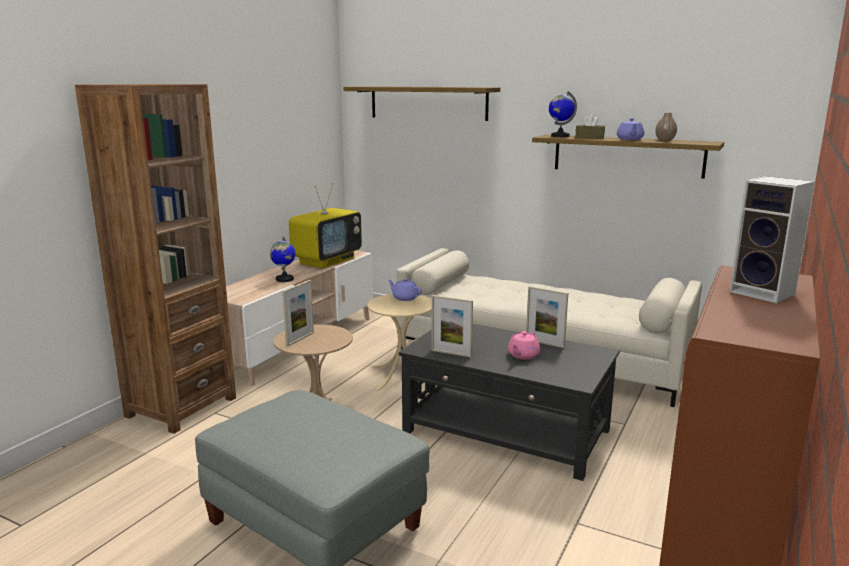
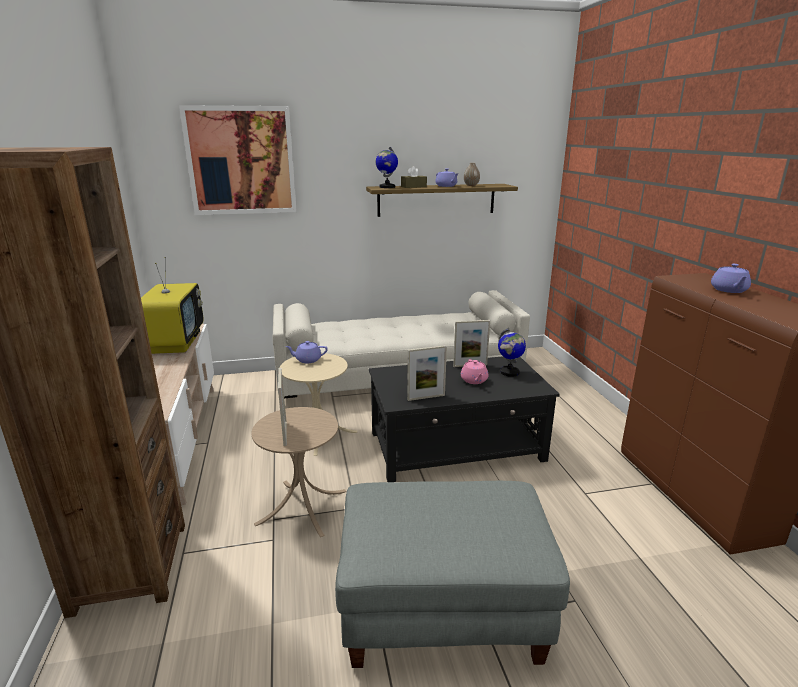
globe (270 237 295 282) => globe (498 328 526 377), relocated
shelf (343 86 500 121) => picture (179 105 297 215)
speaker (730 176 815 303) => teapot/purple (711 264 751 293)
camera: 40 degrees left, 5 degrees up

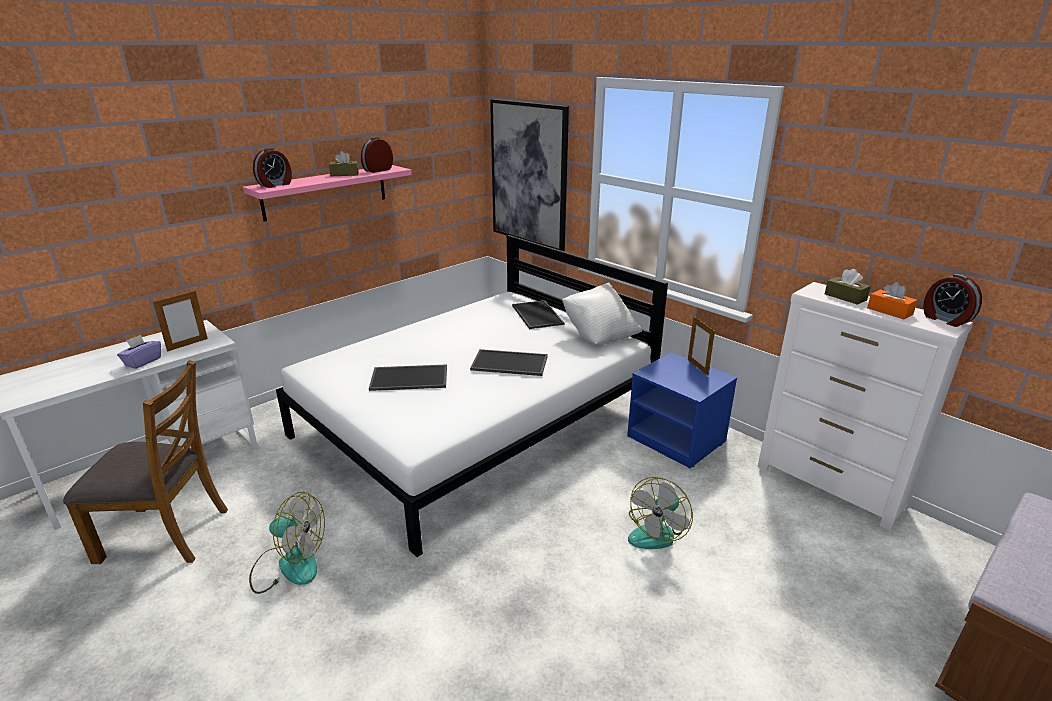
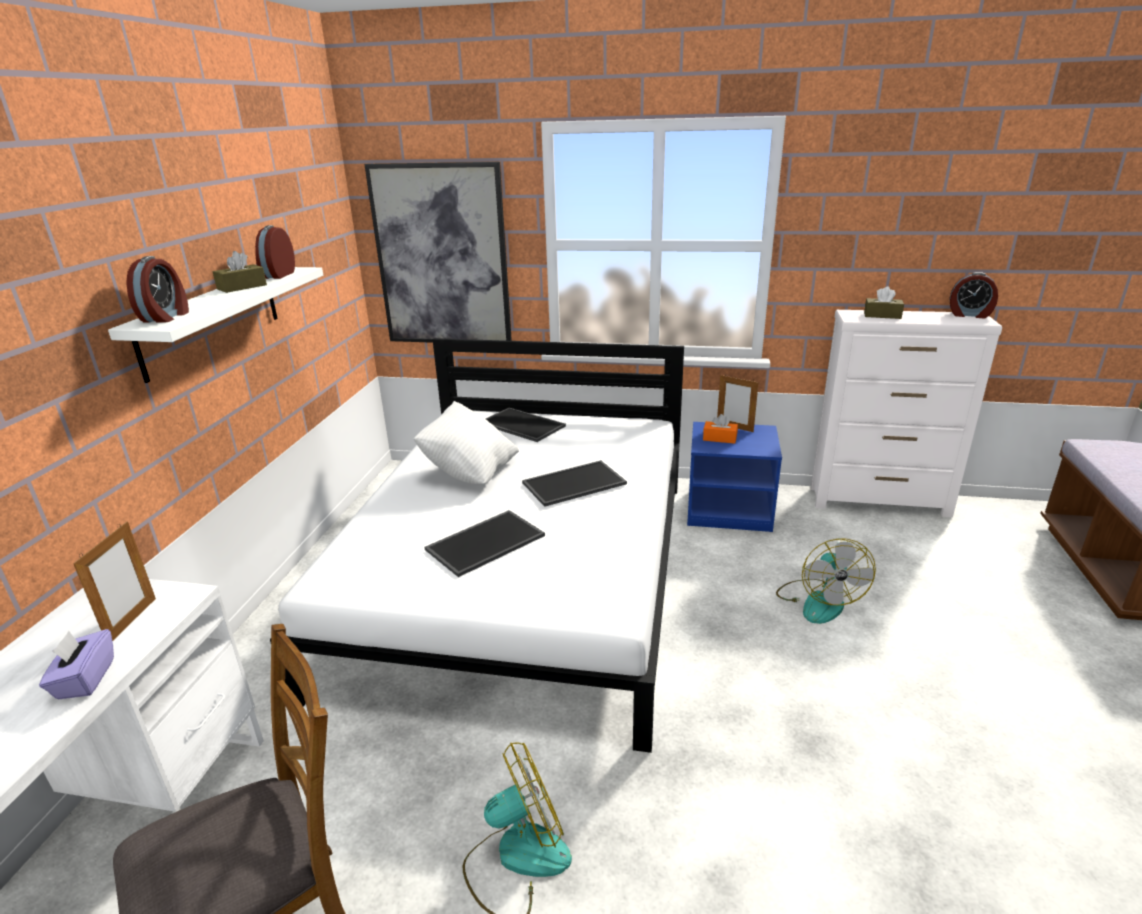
shelf/pink (243 165 412 222) => shelf/white (108 267 323 383)
pillow/white (562 283 642 345) => pillow/white (414 401 519 484), relocated
tissue box/orange (867 282 918 319) => tissue box/orange (703 414 738 444), relocated
camera: 35 degrees left, 0 degrees up

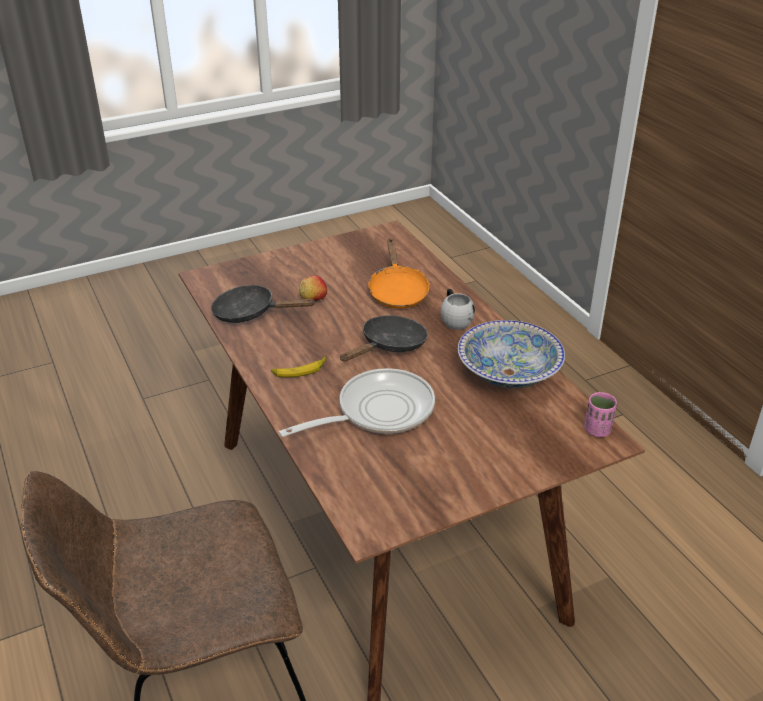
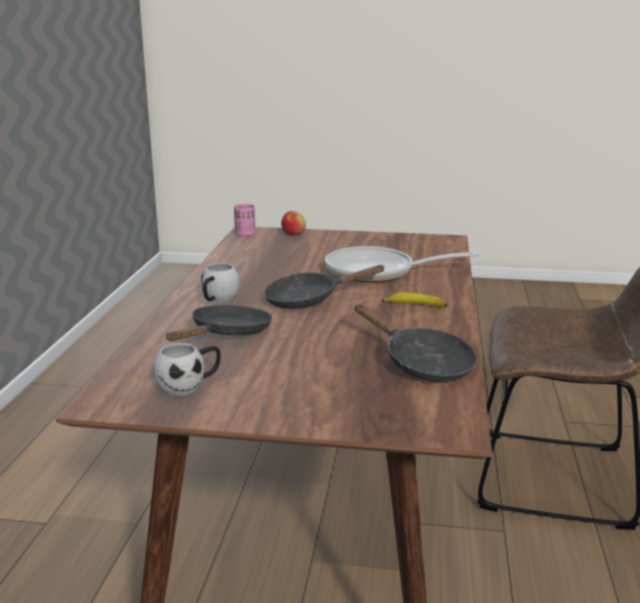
apple (299 276 327 301) => apple (281 211 306 236), relocated
frying pan/orange (368 238 430 309) => frying pan/black (166 305 272 341)
bowl (458 320 565 388) => nothing
nothing => mug/white (153 343 221 396)
camera: 145 degrees left, 15 degrees down

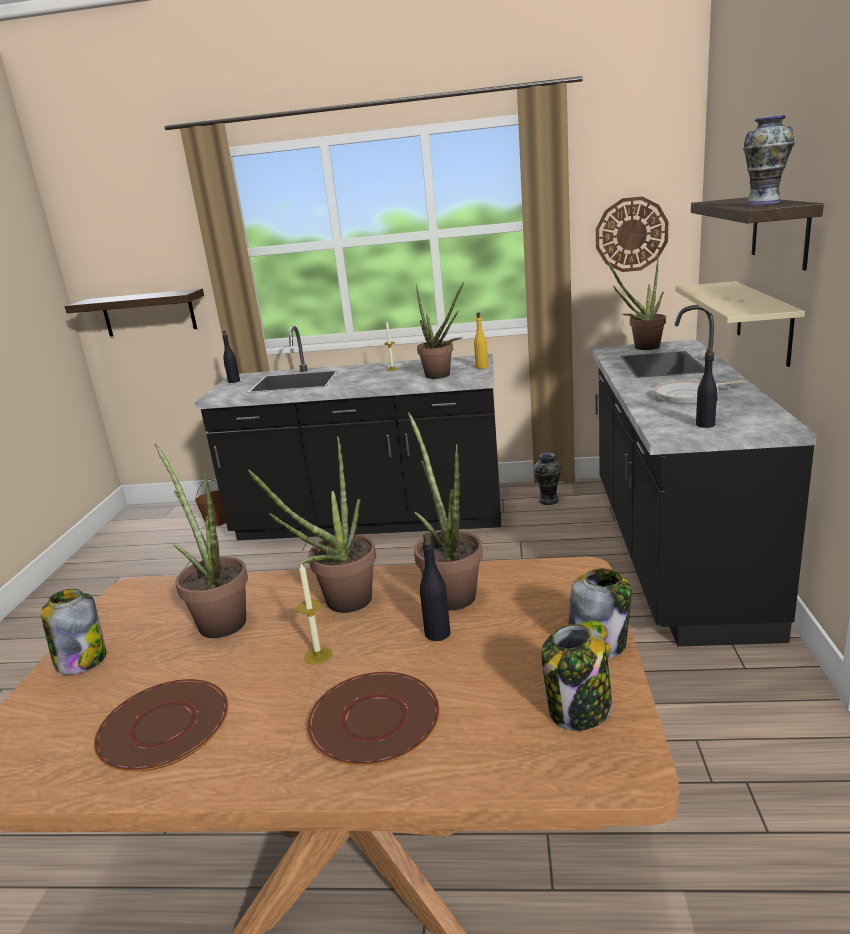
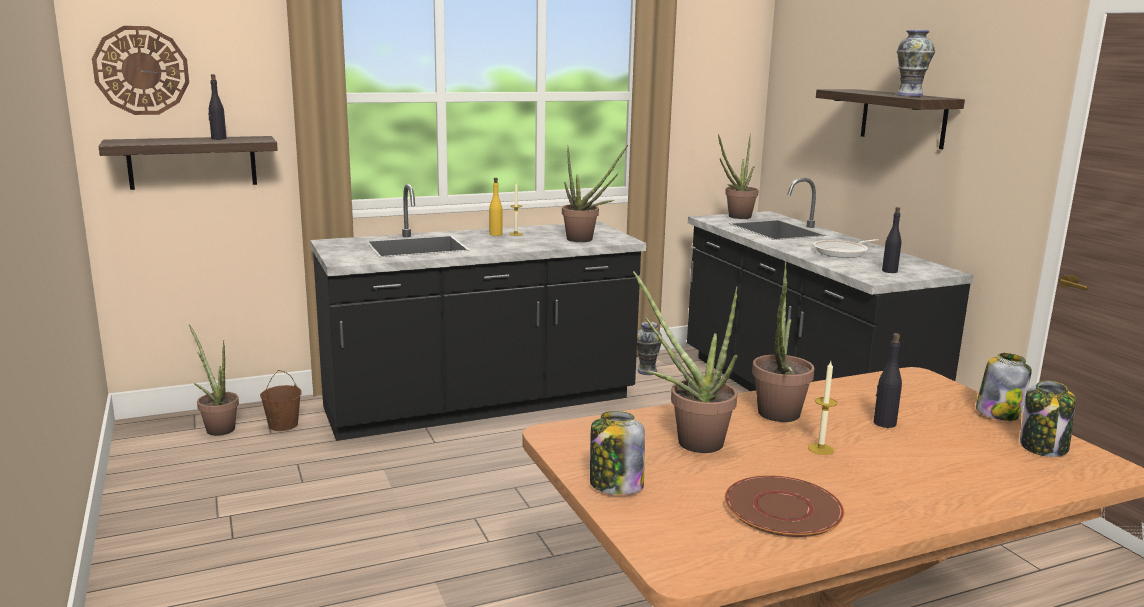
bottle/black (222 330 240 383) => bottle/black (208 74 227 140), relocated
plate/brown (307 672 440 766) => nothing
potted plant (408 412 483 610) => potted plant (189 325 239 436), relocated
bottle/yellow (474 312 488 369) => bottle/yellow (489 178 503 236), relocated
wall clock (596 196 669 272) => wall clock (92 26 189 115), relocated
shelf/beige (675 281 805 367) => nothing
camera: 30 degrees left, 5 degrees down

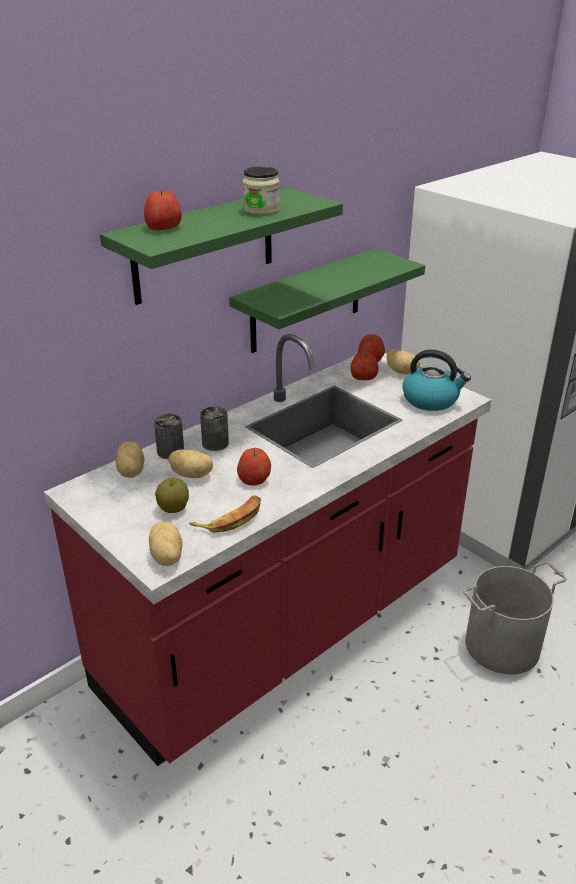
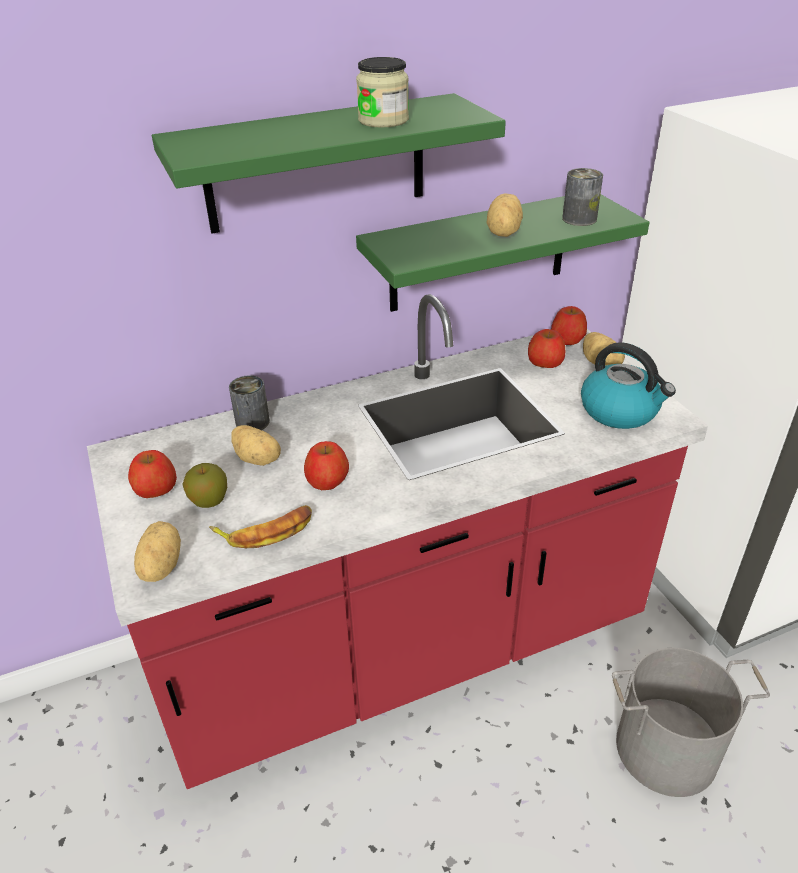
potato (116 441 145 478) => potato (486 193 523 237), relocated
apple (144 190 182 230) => apple (128 450 177 498), relocated
can (200 406 229 451) => can (562 168 603 226), relocated
camera: 20 degrees right, 5 degrees up

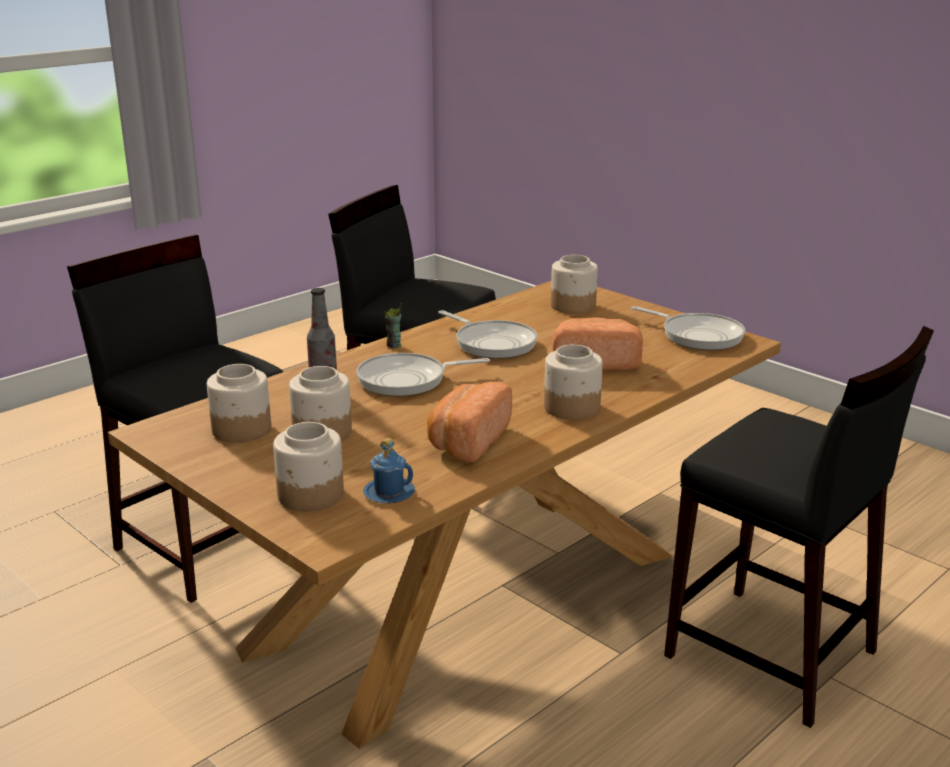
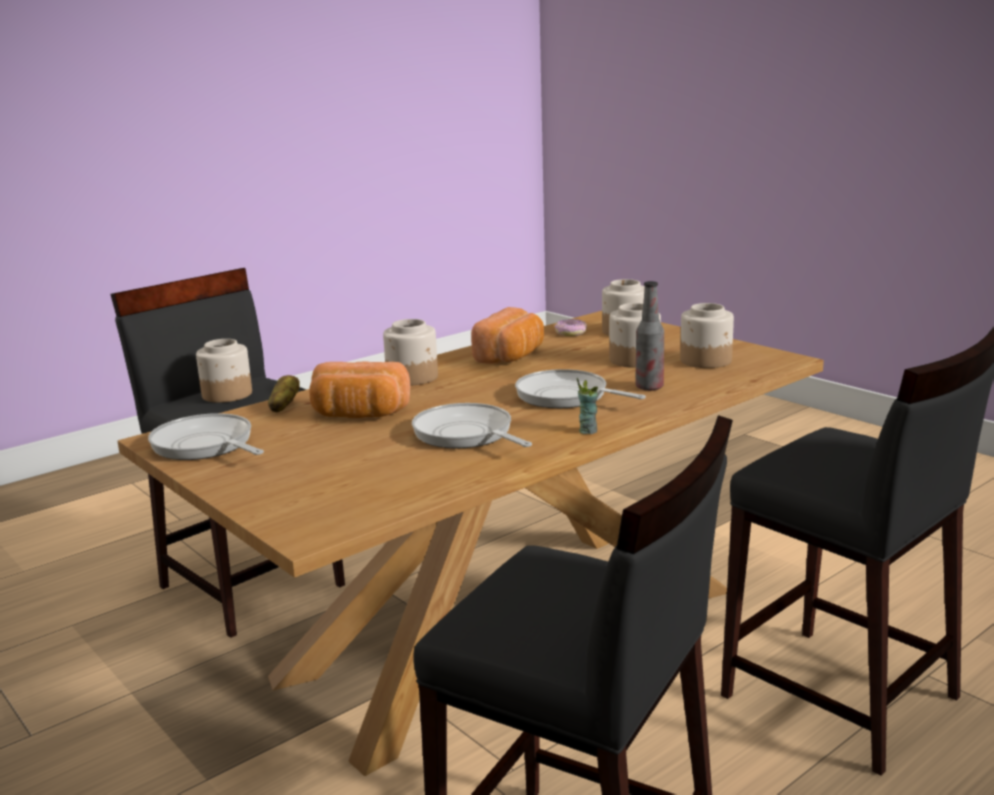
frying pan (356 353 490 396) => frying pan (515 369 646 408), 135 degrees counterclockwise
mug/blue (363 438 415 504) => donut (554 319 587 336)
jar (551 255 598 314) => jar (196 339 252 403), relocated
nothing => potato (268 375 300 413)
camera: 175 degrees left, 5 degrees down

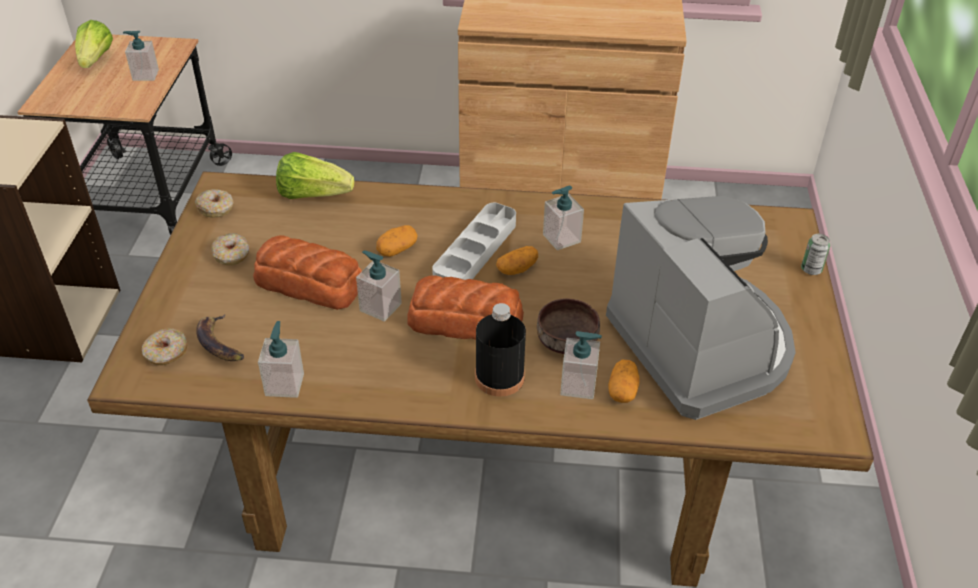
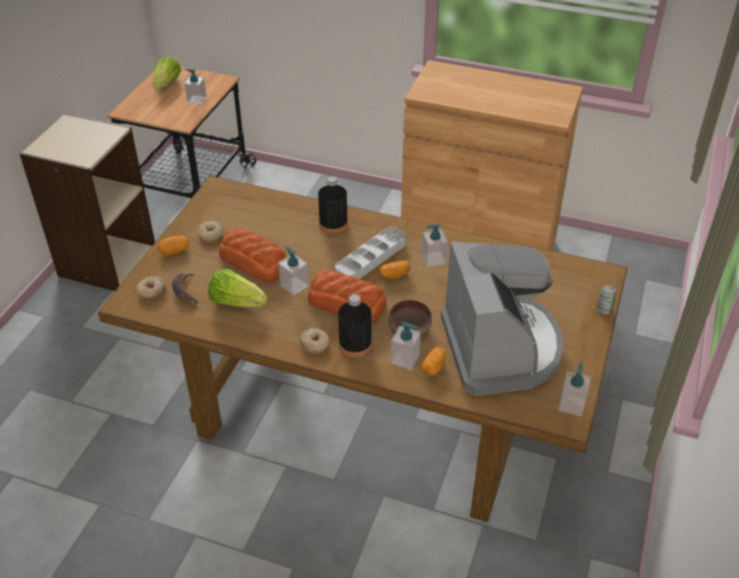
donut (195 189 234 218) => donut (299 328 329 353), relocated
soap dispenser (258 321 304 398) => soap dispenser (558 361 591 417), relocated
lettuce (276 152 355 199) => lettuce (208 269 267 307), relocated
potato (376 225 418 257) => potato (158 236 189 255), relocated
nothing => bottle/black (318 176 348 234)
camera: 15 degrees right, 0 degrees up

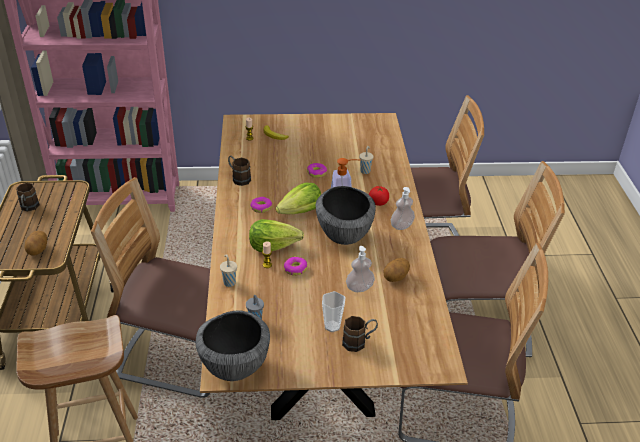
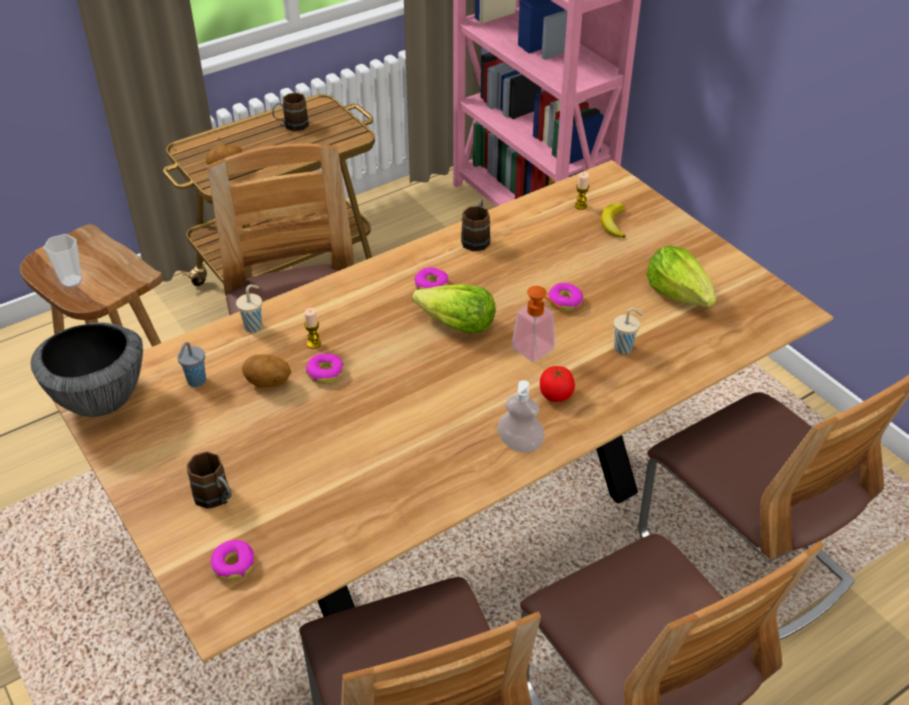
lettuce (249 219 304 252) => lettuce (646 246 716 307), relocated
bowl (316 186 376 245) => nothing
cup (322 291 345 332) => cup (43 234 82 288), relocated
soap dispenser (346 246 375 292) => nothing
potato (384 258 410 282) => potato (242 355 291 387), relocated
nothing => donut (211 540 255 581)
camera: 60 degrees right, 5 degrees up

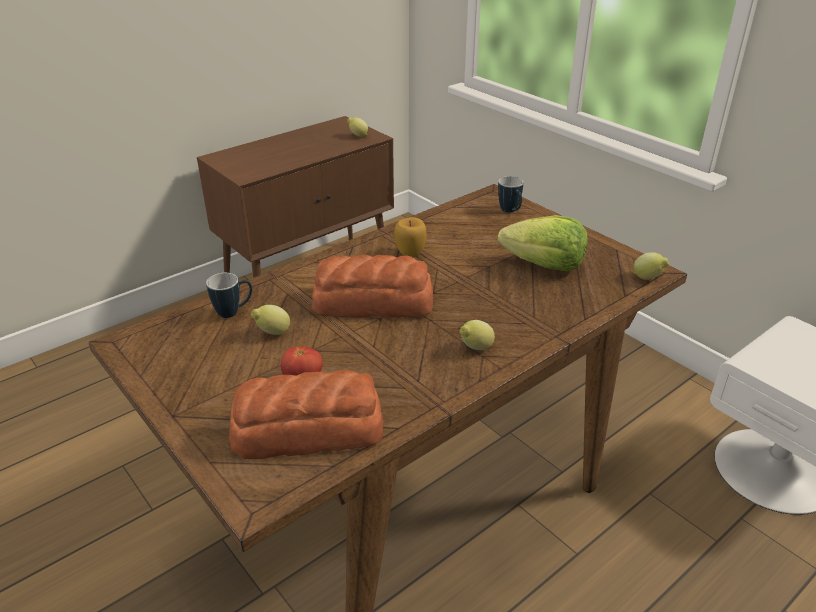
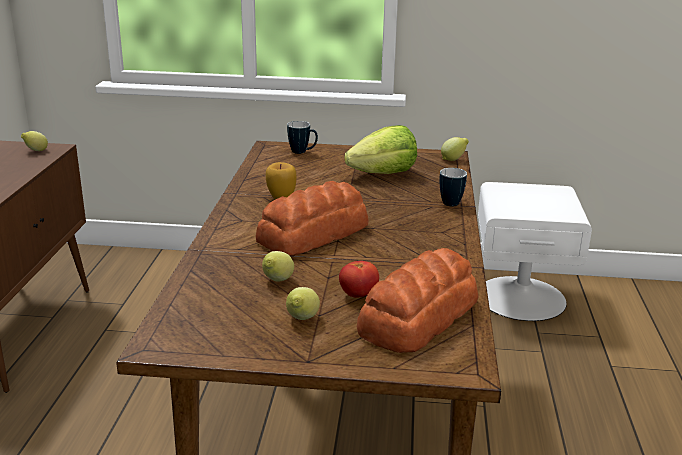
mug (206 273 252 318) => mug (440 168 467 206), relocated
lemon (459 320 495 350) => lemon (286 287 320 320), relocated
camera: 45 degrees left, 10 degrees down

